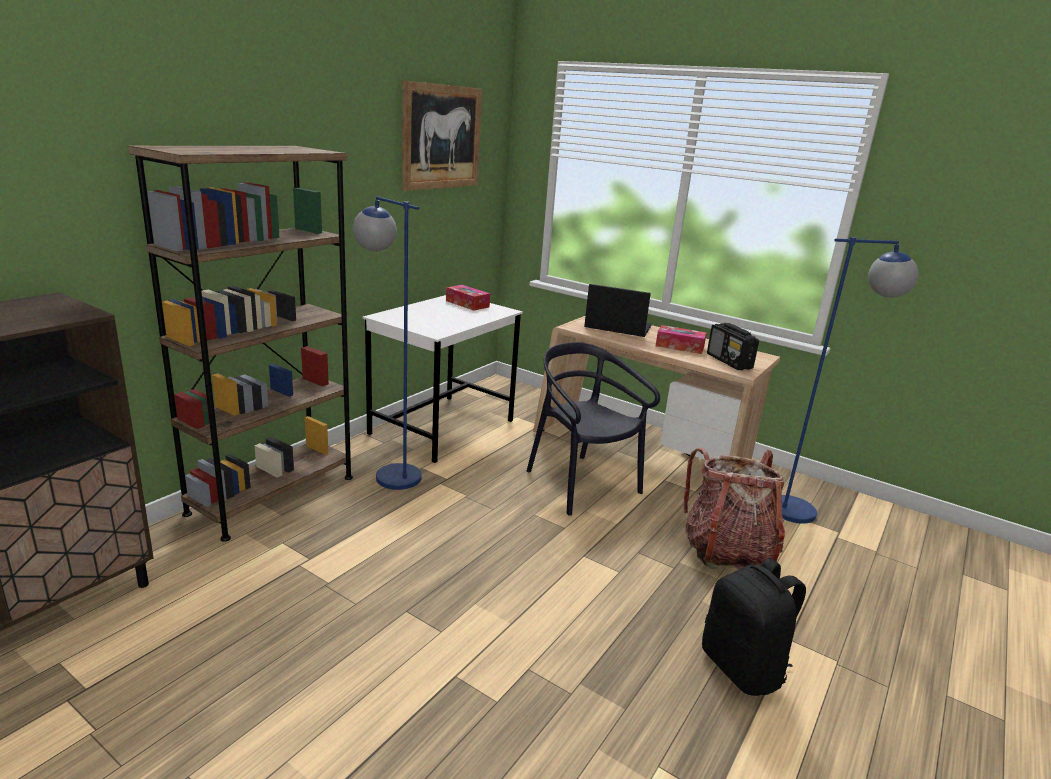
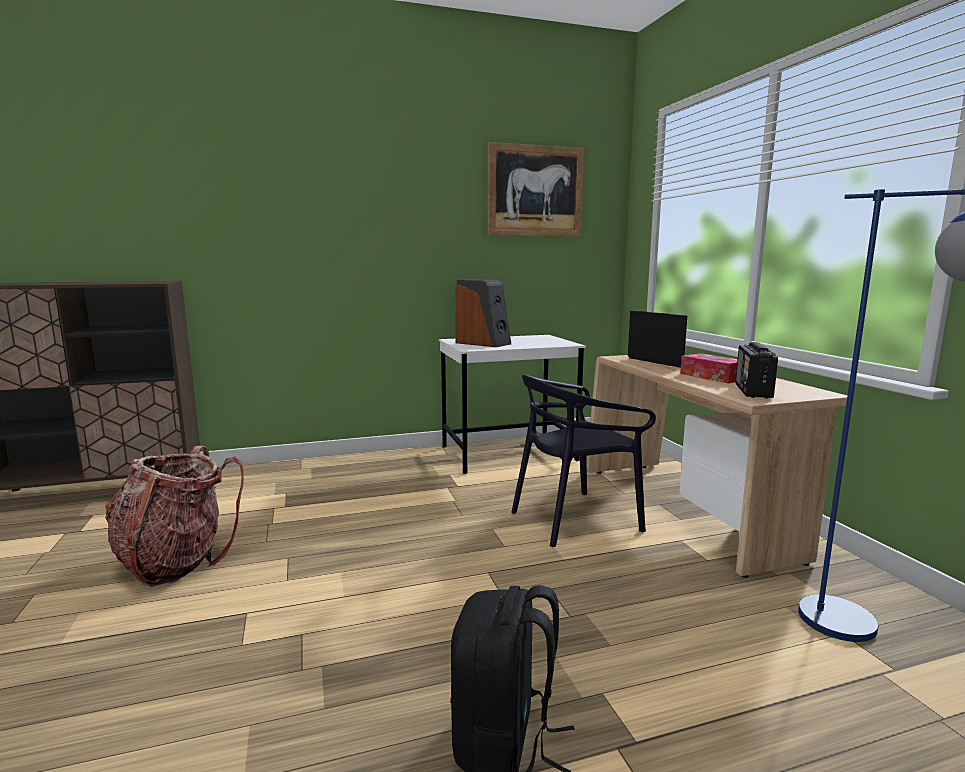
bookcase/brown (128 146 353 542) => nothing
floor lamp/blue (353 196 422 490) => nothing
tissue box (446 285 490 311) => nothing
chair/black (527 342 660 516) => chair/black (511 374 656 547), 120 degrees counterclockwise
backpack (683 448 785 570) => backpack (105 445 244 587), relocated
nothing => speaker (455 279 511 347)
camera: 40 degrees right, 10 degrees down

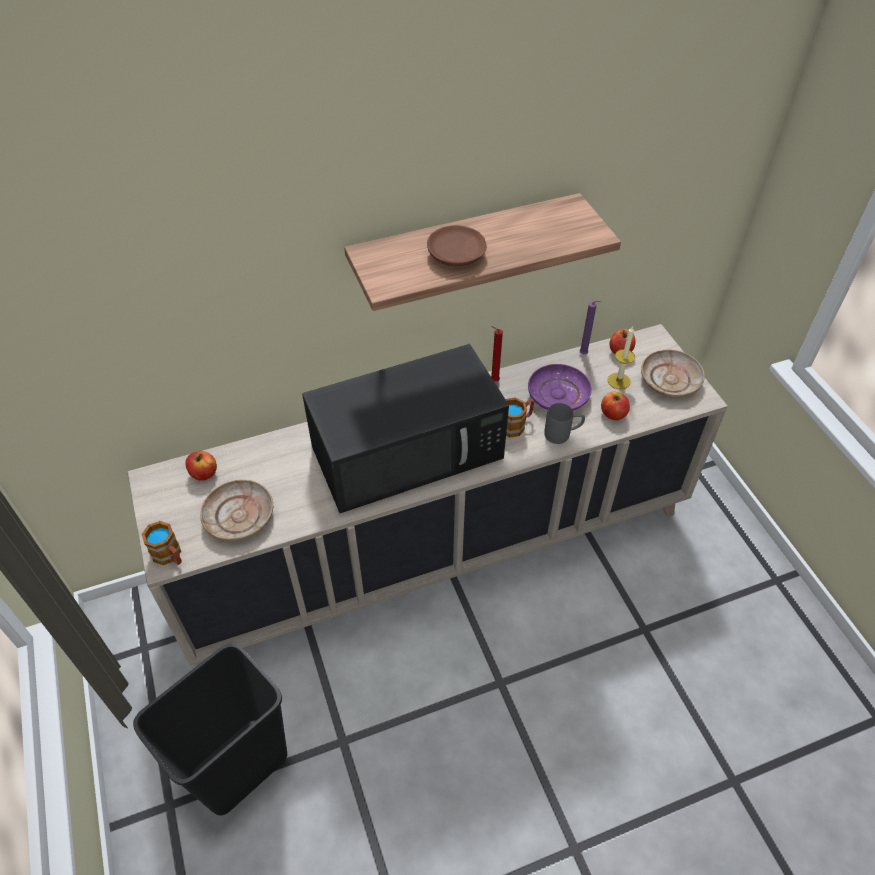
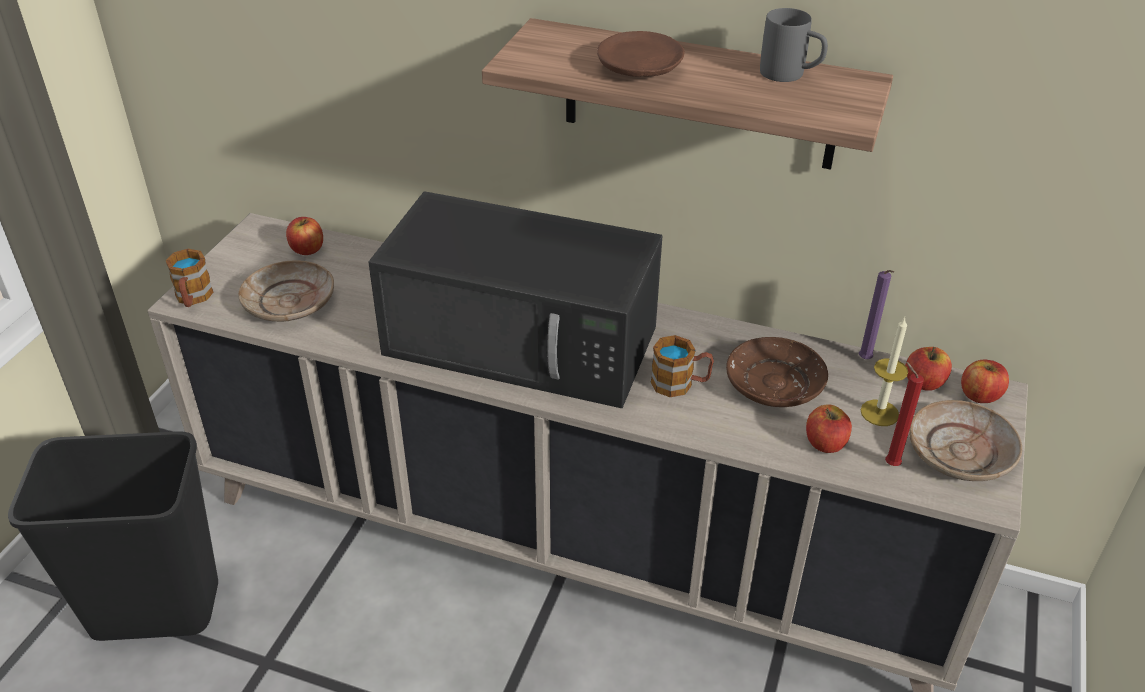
candle/red (491 326 503 382) => candle/red (885 361 924 466), relocated
plate/purple (528 364 592 411) => plate/brown (726 337 828 407)
mug/grey (544 403 585 444) => mug/grey (760 8 828 82), relocated
nothing => apple (961 360 1009 403)
camera: 40 degrees right, 10 degrees down

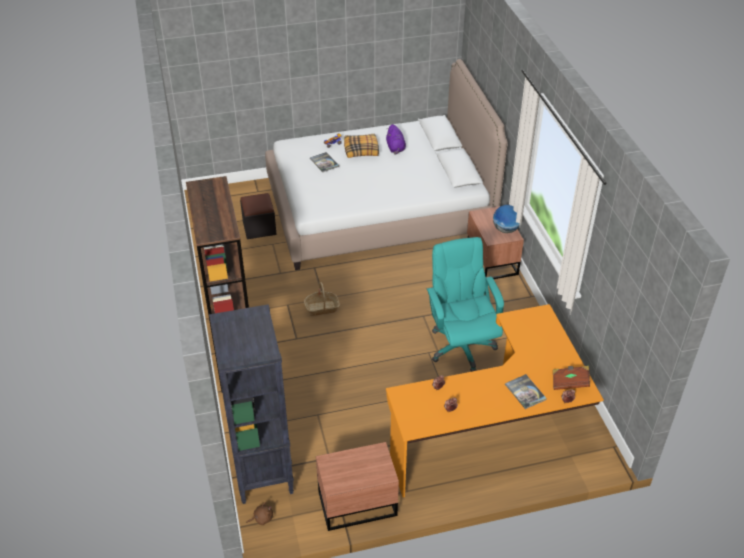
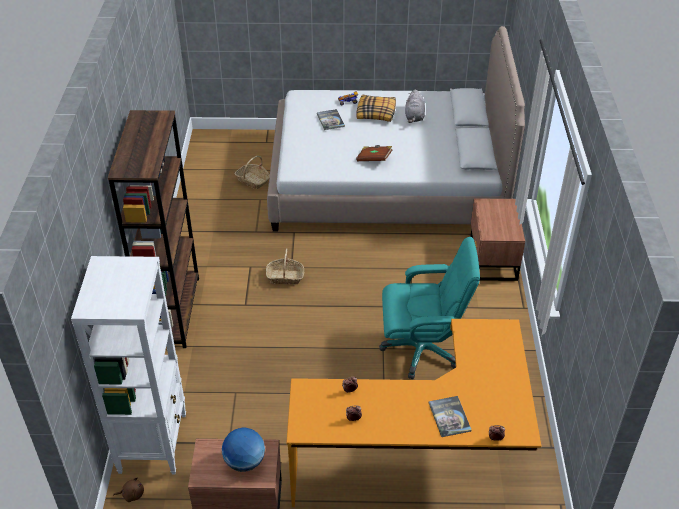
bookcase/black (209 304 294 504) => bookcase/white (71 256 186 474)
ottoman/black (240 193 276 239) => basket (235 156 270 189)
plush toy/purple (386 124 406 155) => plush toy/grey (405 89 425 123)
office chair/turquoise (427 237 504 372) => office chair/turquoise (379 237 480 379), 90 degrees clockwise
globe (493 205 520 233) => globe (222 428 265 472), relocated
book/brown (553 366 590 390) => book/brown (356 145 392 161), relocated
camera: 15 degrees right, 0 degrees up

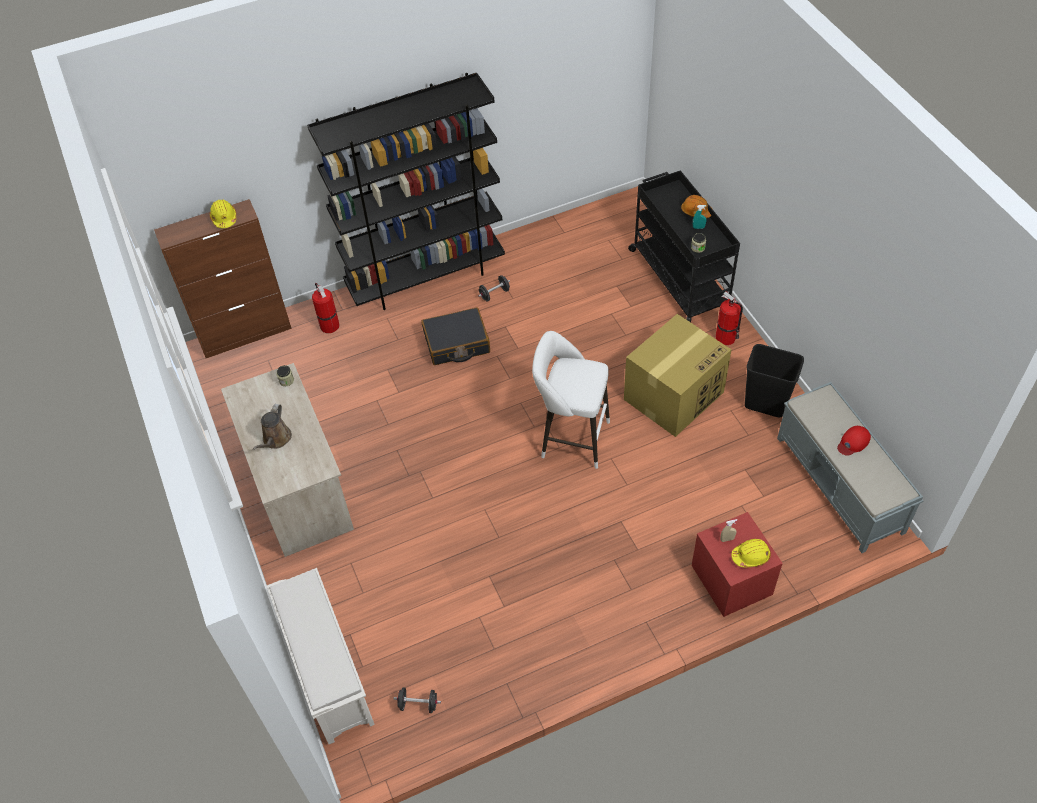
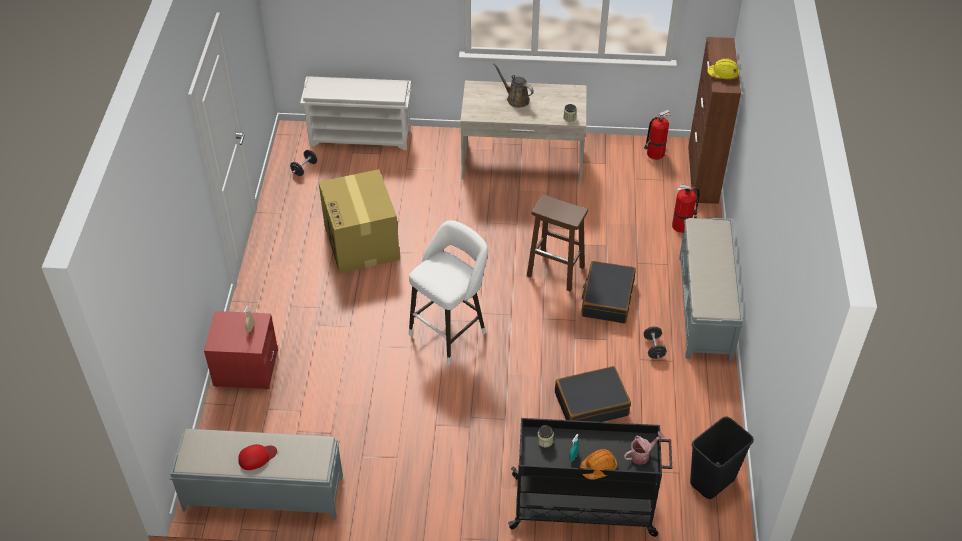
bookcase/black (307 73 505 310) => bench/grey (679 218 743 361)
cardboard box (624 314 732 437) => cardboard box (319 169 400 273), relocated
fire extinguisher (716 291 743 345) => fire extinguisher (644 110 671 159), relocated
hard hat/yellow (731 539 771 567) => nothing
trash can/black (745 344 804 417) => trash can/black (690 416 754 499), relocated
cap/red (837 426 871 456) => cap/red (238 444 277 470), 75 degrees clockwise
nothing => stool/brown (527 194 588 291)
nothing => suitcase/black (555 366 631 422)
nothing => watering can (624 431 664 465)
camera: 115 degrees right, 5 degrees down

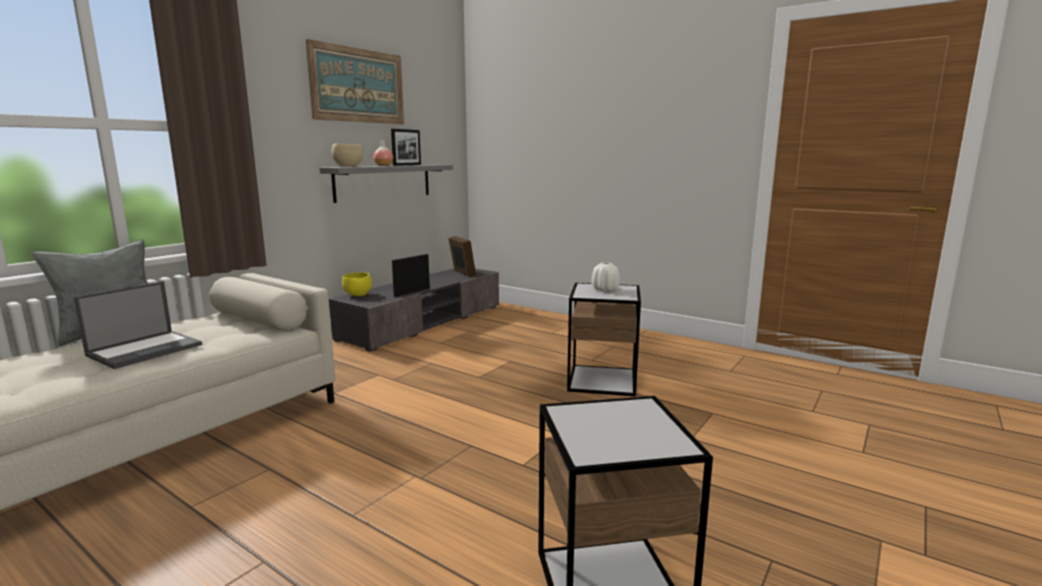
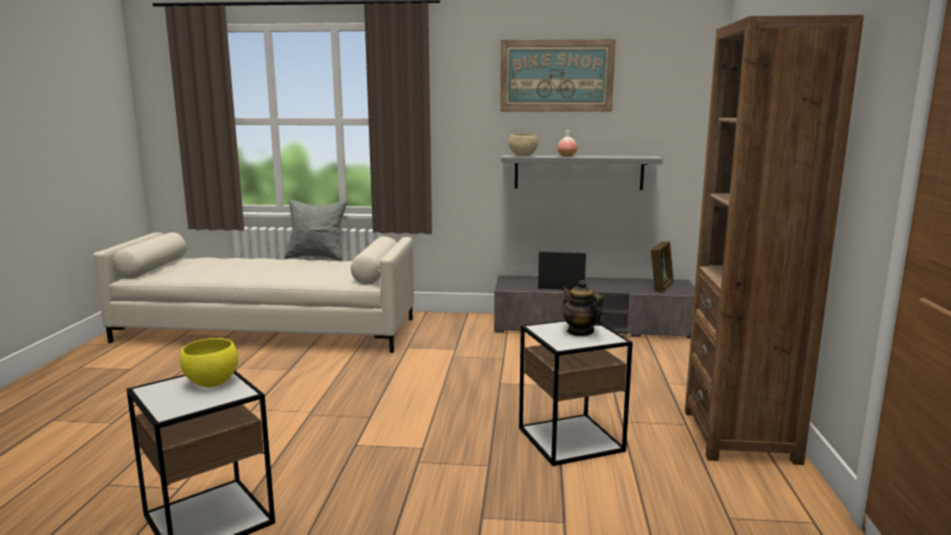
laptop (73 281 202 369) => nothing
bowl/yellow (342 272 372 296) => bowl/yellow (180 338 239 387), relocated
picture frame (391 129 421 166) => nothing
vase/white (591 262 620 291) => teapot (562 280 603 336)
nothing => bookcase/brown (685 15 864 465)
camera: 60 degrees right, 0 degrees up

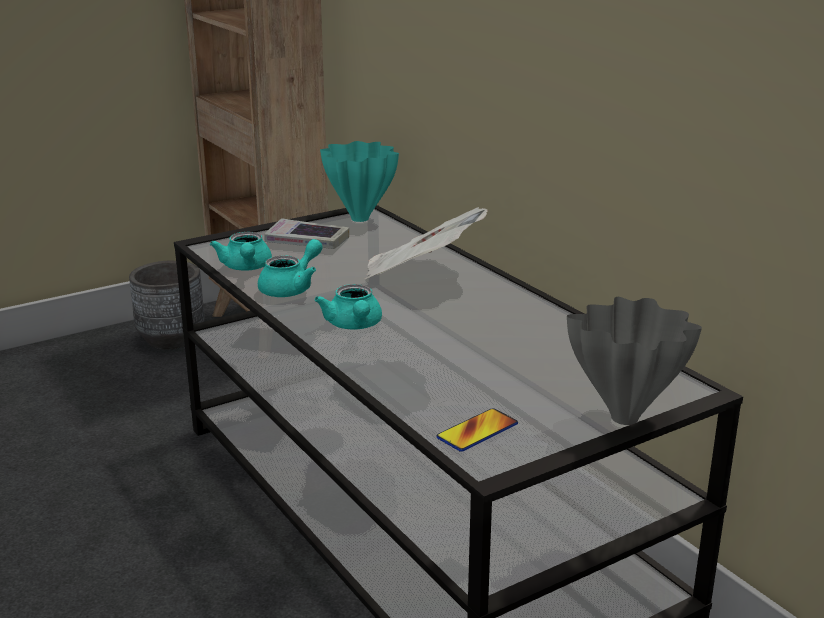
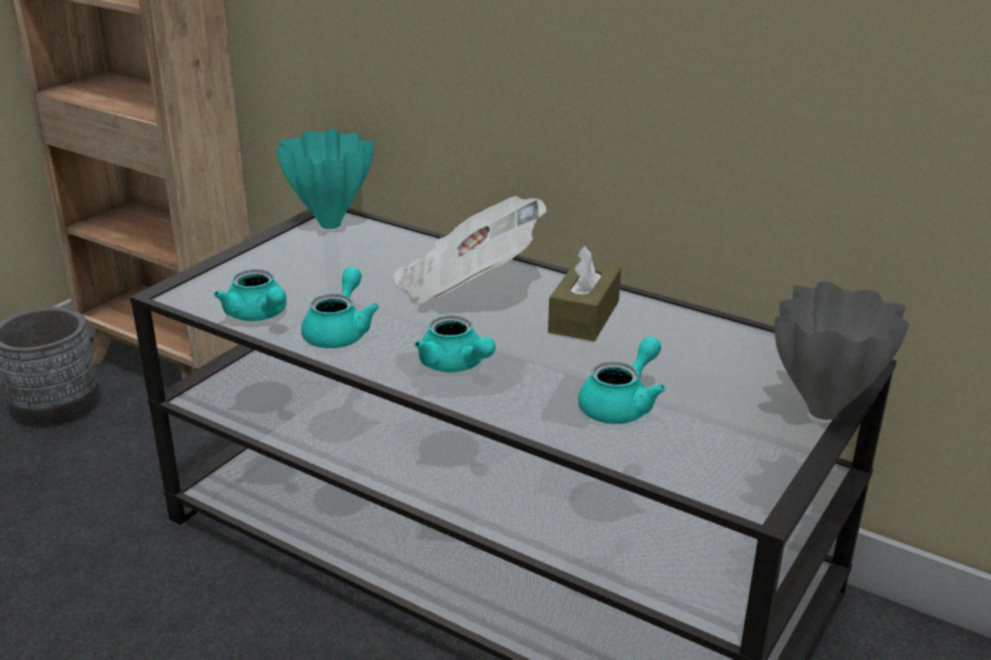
book (264 218 349 249) => nothing
phone (436 408 518 452) => nothing
nothing => tissue box/brown (548 245 621 341)
nothing => teapot/turquoise (578 336 665 424)
camera: 25 degrees left, 5 degrees up

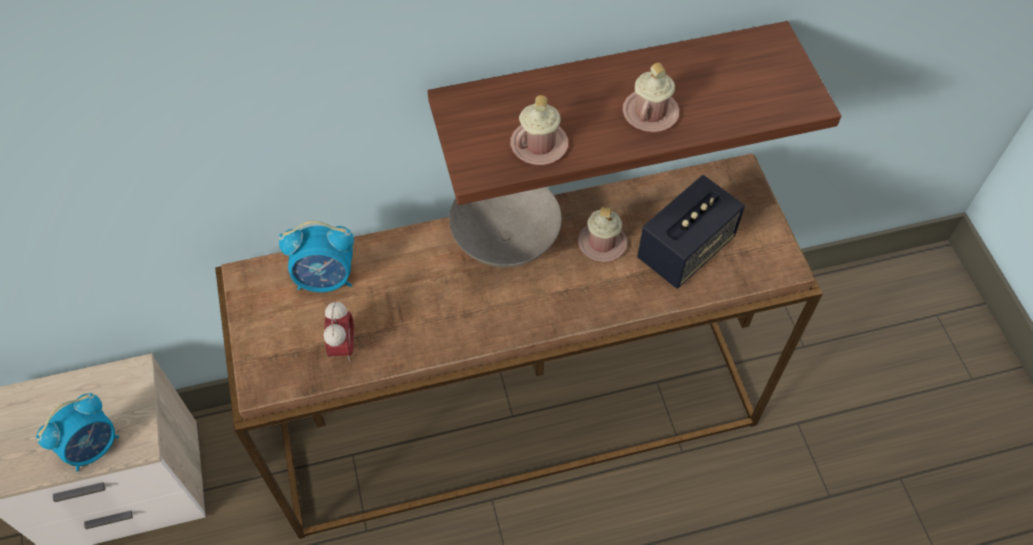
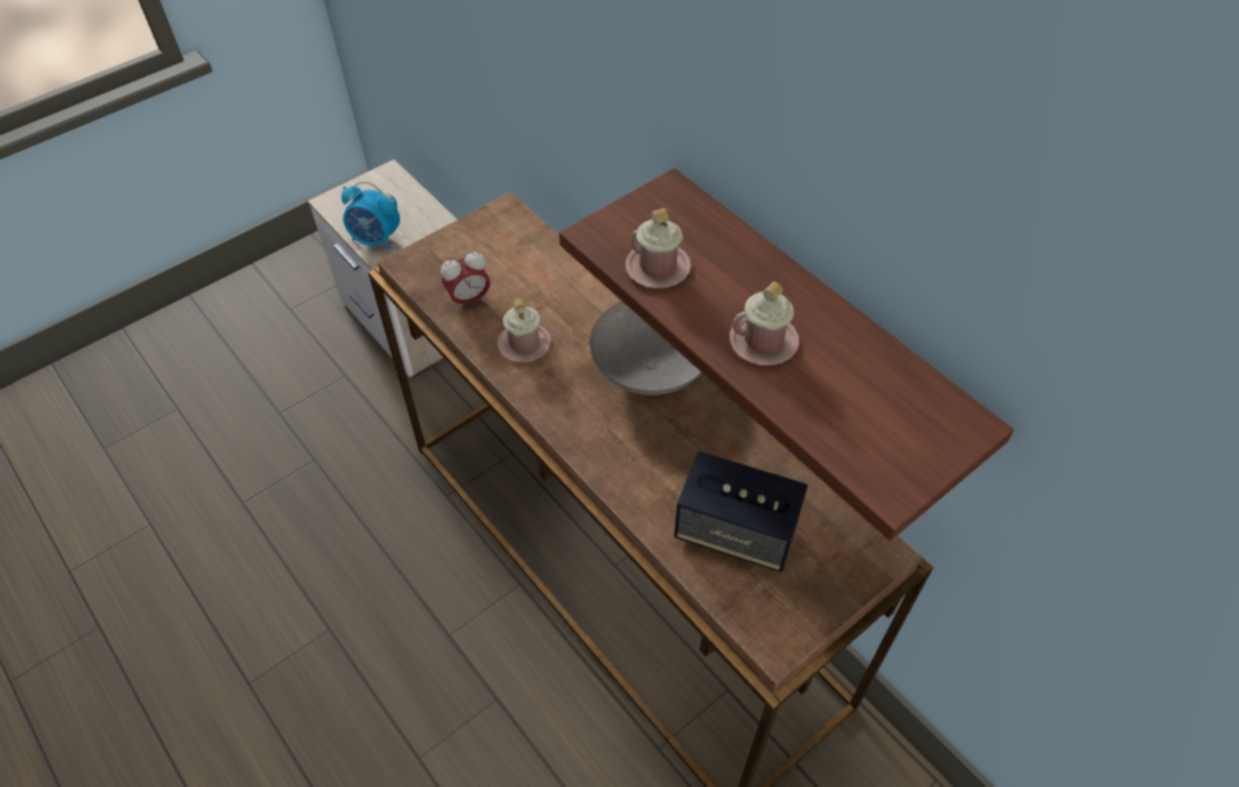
alarm clock (279 221 354 292) => nothing
mug/pink (578 207 627 262) => mug/pink (497 298 551 362), relocated
camera: 65 degrees right, 5 degrees down

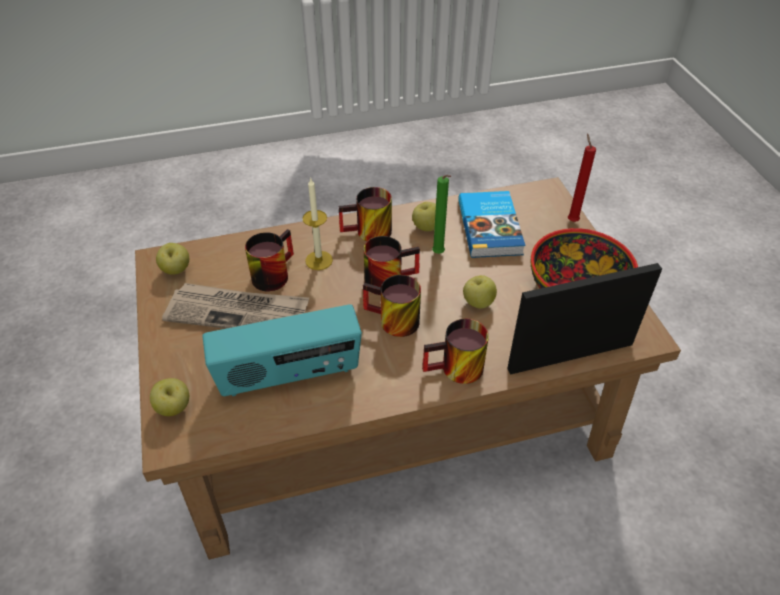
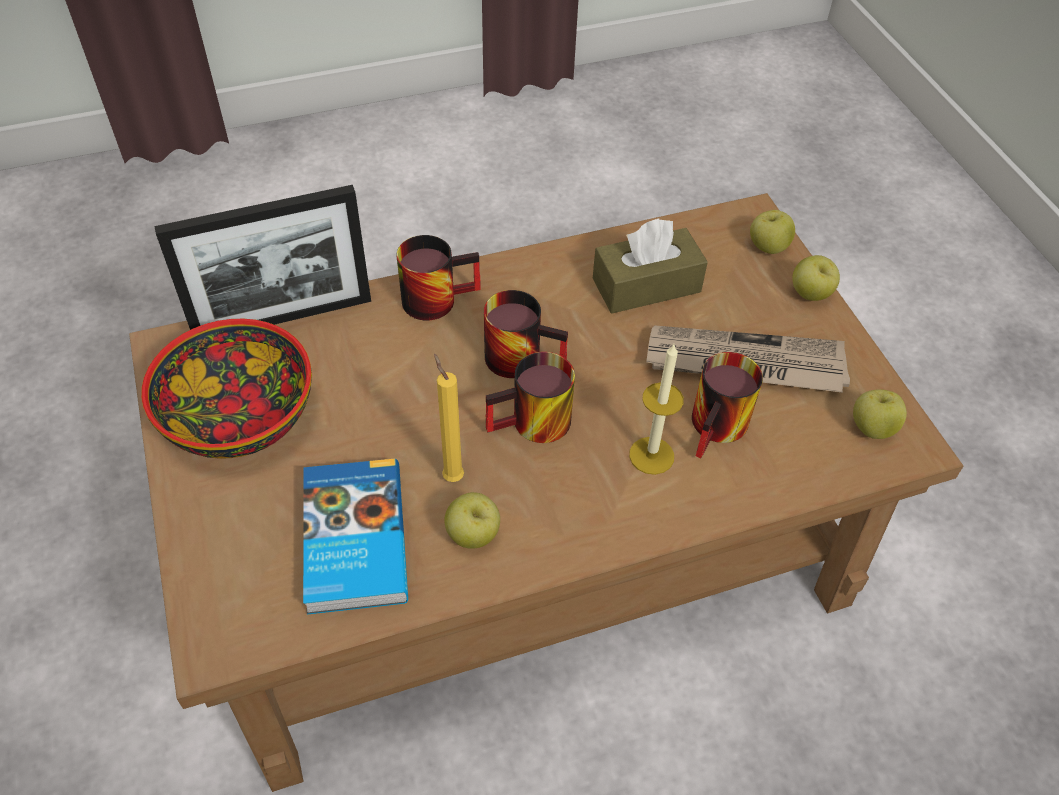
radio (202 304 362 396) => tissue box/brown (593 219 708 313)
mug (339 187 392 241) => nothing
candle/green (432 175 451 254) => candle/yellow (434 353 464 482)
apple (463 275 497 309) => apple (792 255 840 301), relocated
candle/red (568 133 596 222) => nothing
camera: 175 degrees right, 5 degrees up

